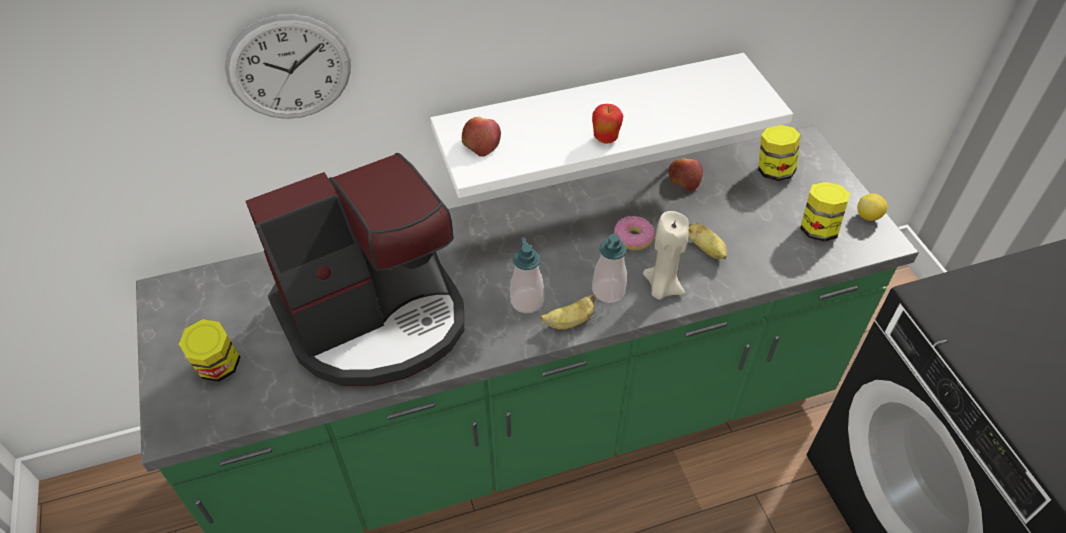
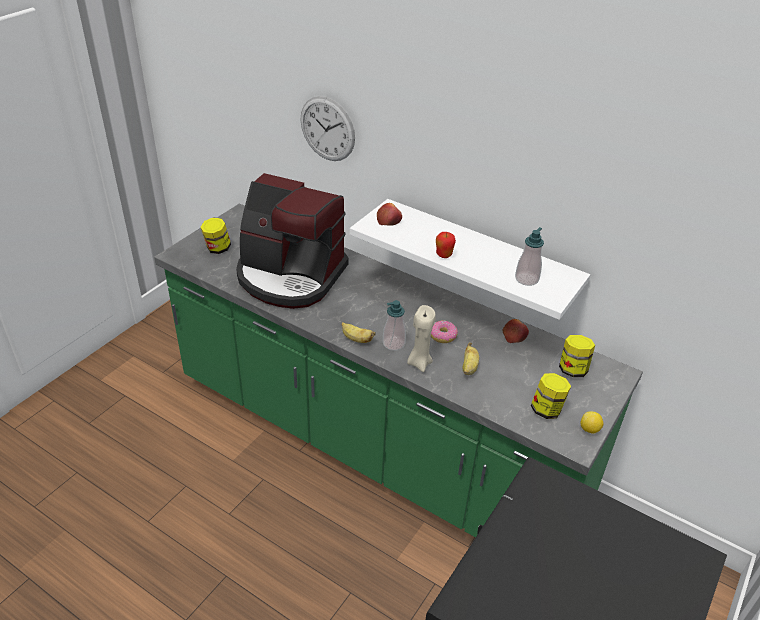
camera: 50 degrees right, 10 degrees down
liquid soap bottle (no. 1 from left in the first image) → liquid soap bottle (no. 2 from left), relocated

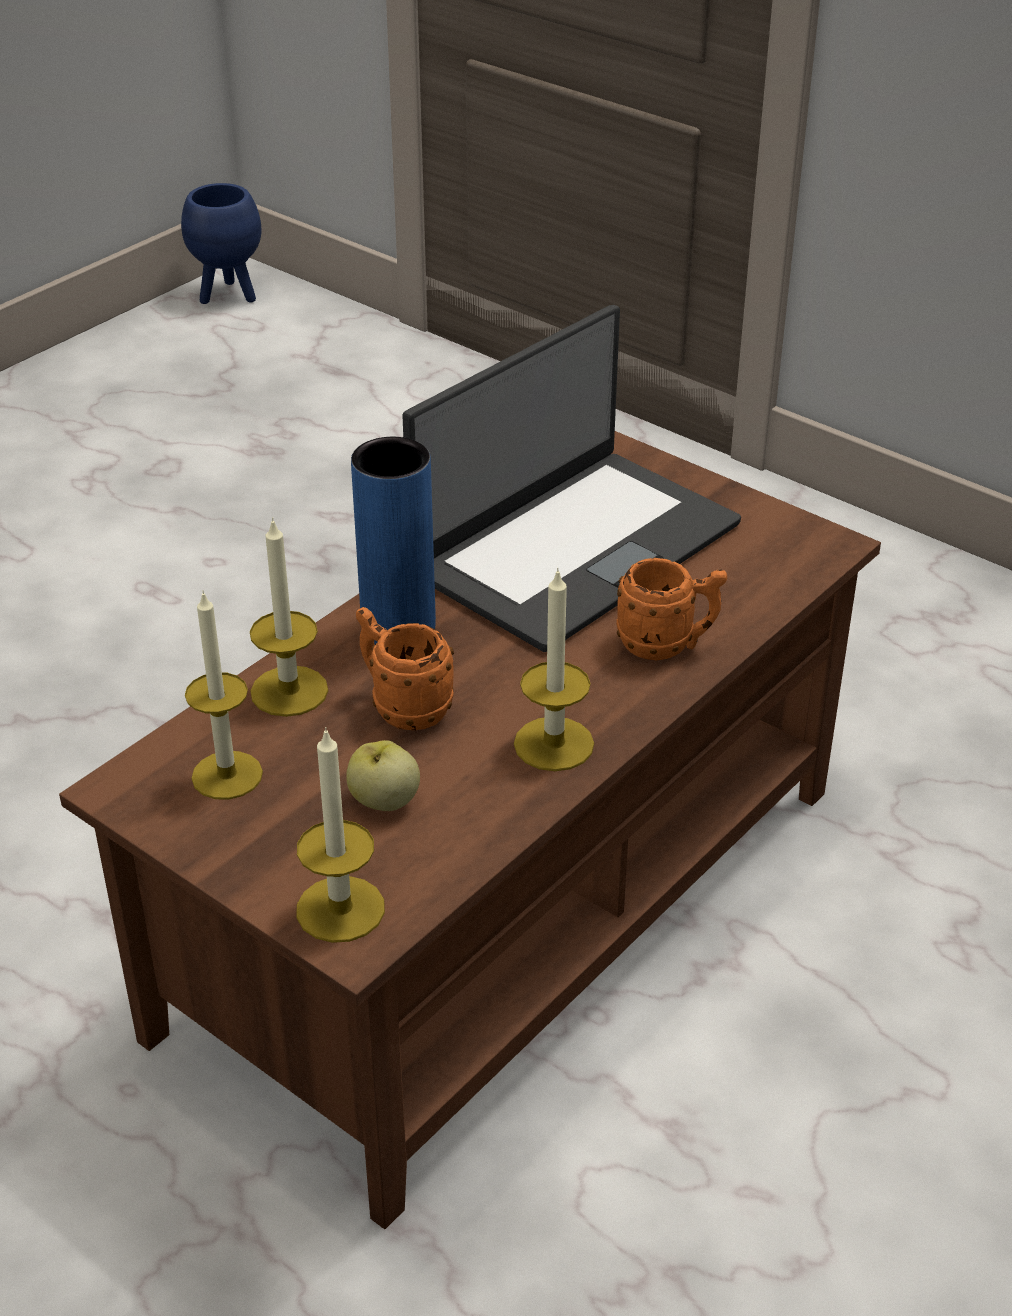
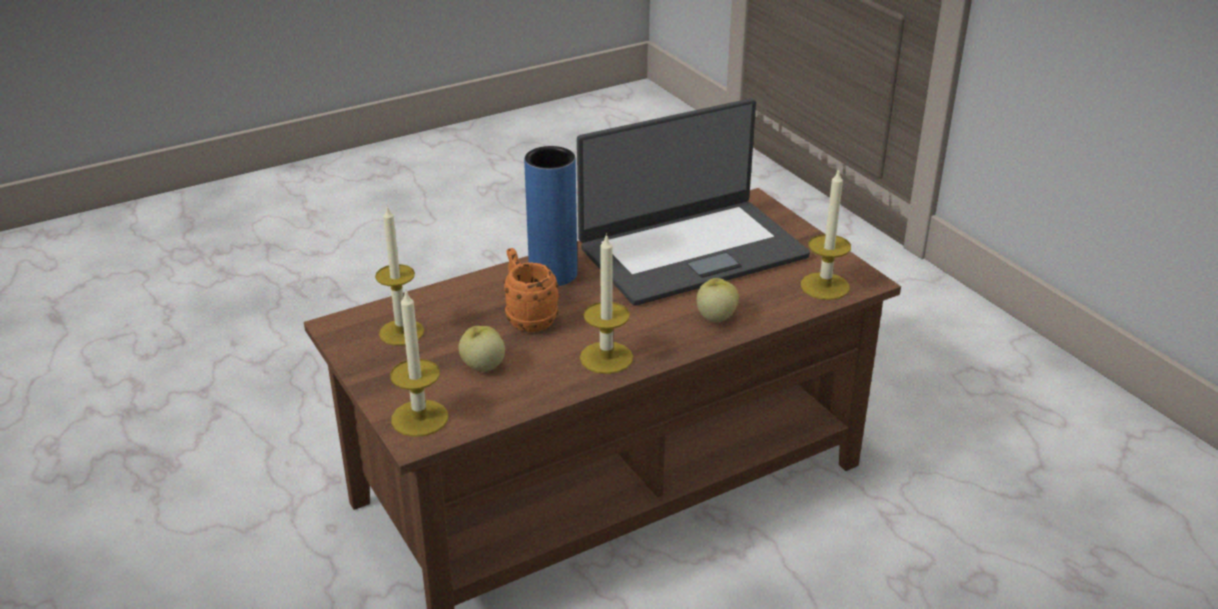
camera: 20 degrees right, 5 degrees down
blue plant pot → -
wax light (no. 2 from left in the first image) → wax light (no. 4 from left), relocated
orange coffee mug (no. 2 from left) → apple fruit (no. 2 from left)

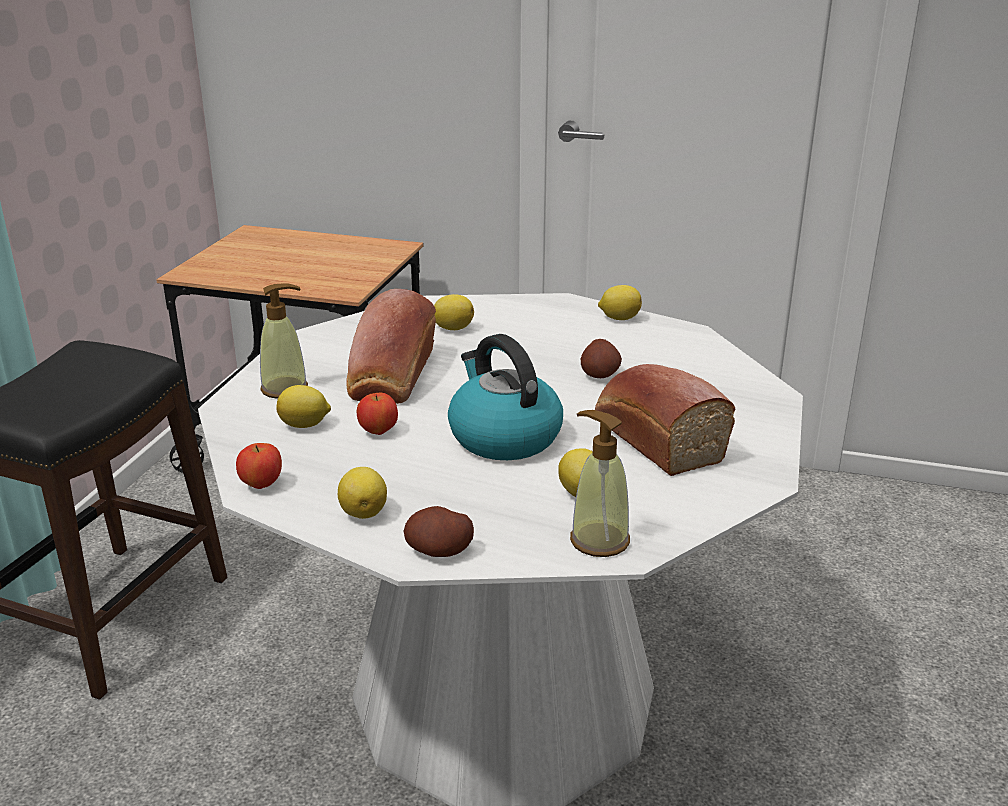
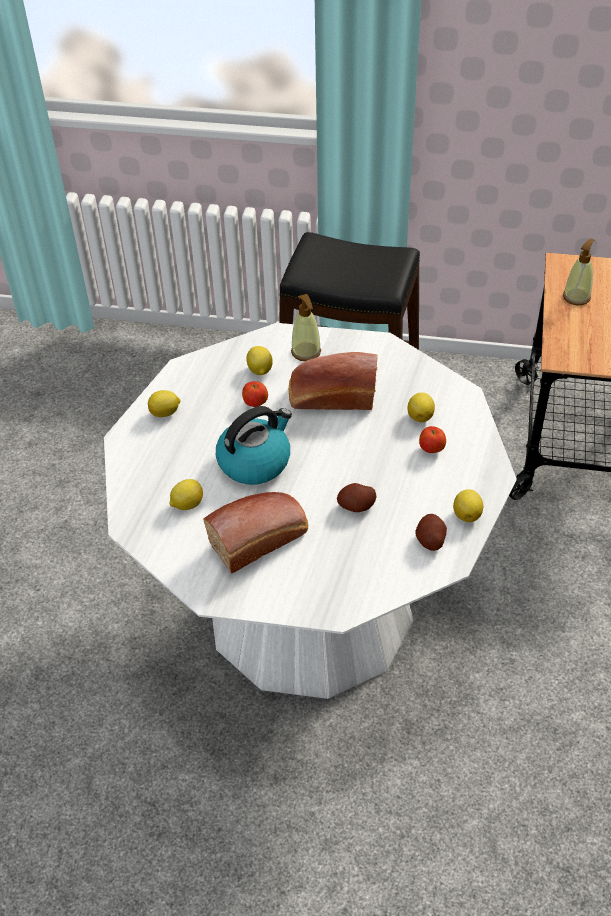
camera: 85 degrees right, 20 degrees up
apple fruit (no. 1 from left in the first image) → apple fruit (no. 2 from left), relocated
whole potato (no. 1 from left in the first image) → whole potato (no. 2 from left), relocated
liquid soap bottle (no. 2 from left), relocated

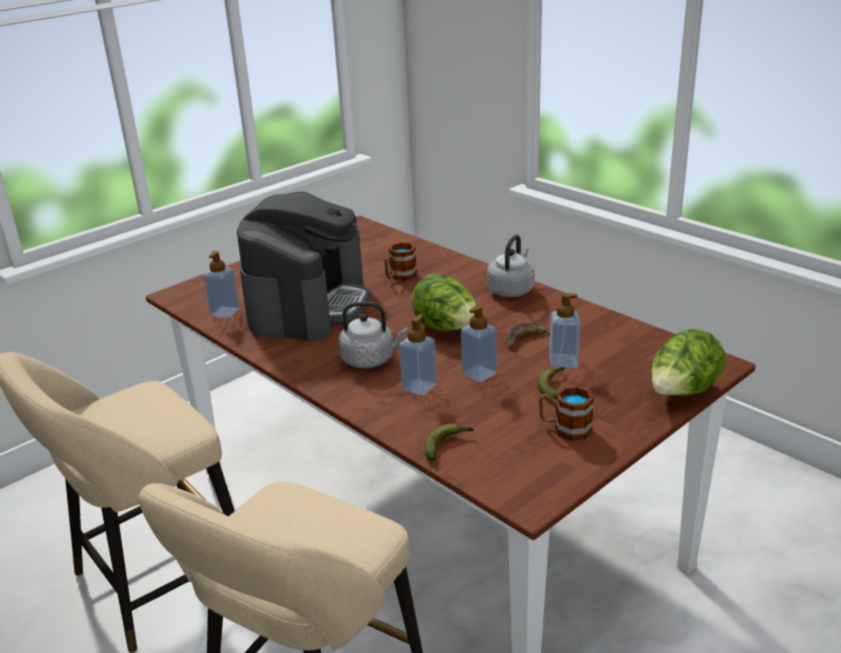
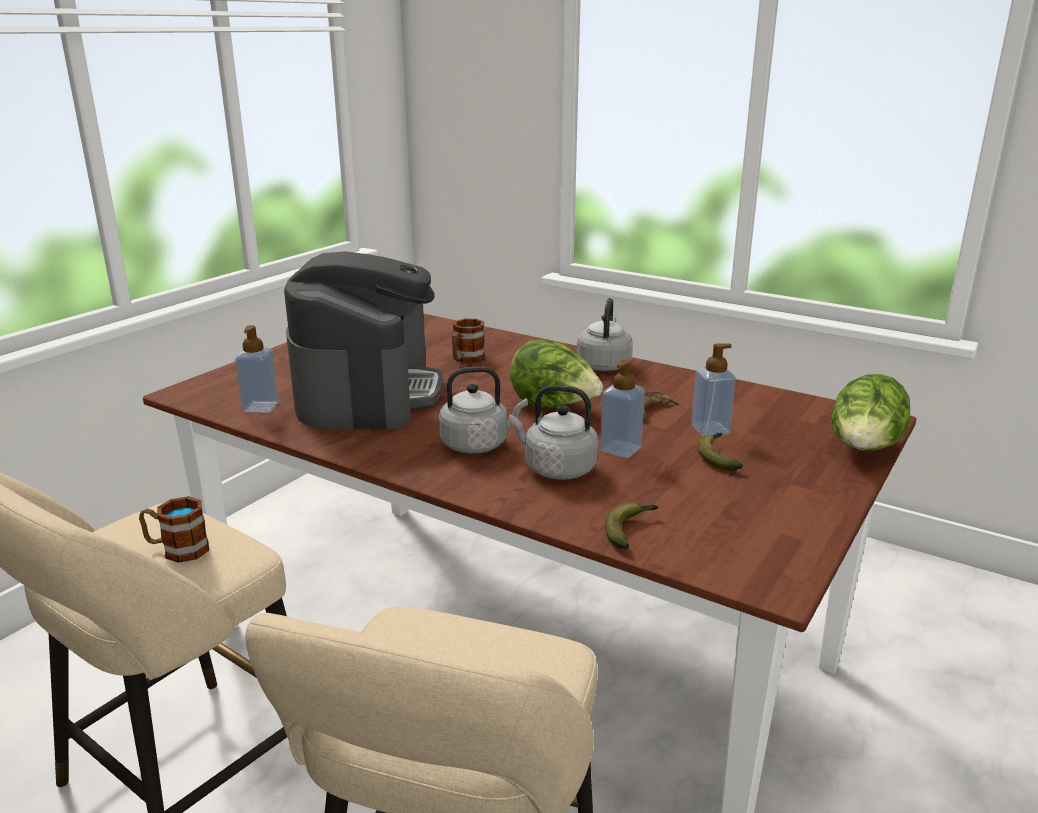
camera: 15 degrees left, 5 degrees down
coffee mug (no. 2 from left in the first image) → coffee mug (no. 1 from left), relocated
liquid soap bottle (no. 2 from left) → grey tea kettle (no. 2 from left)

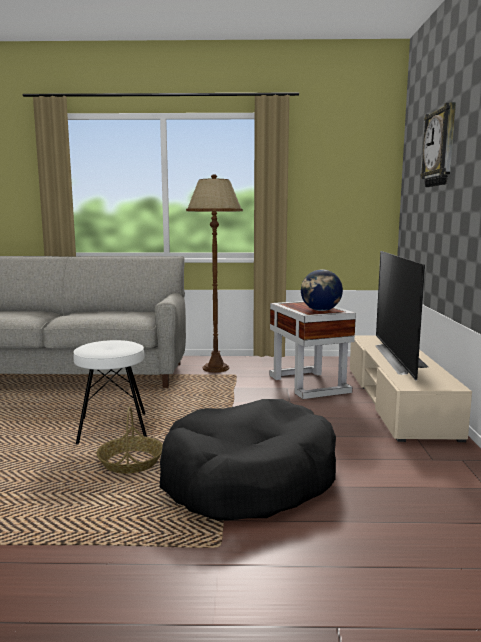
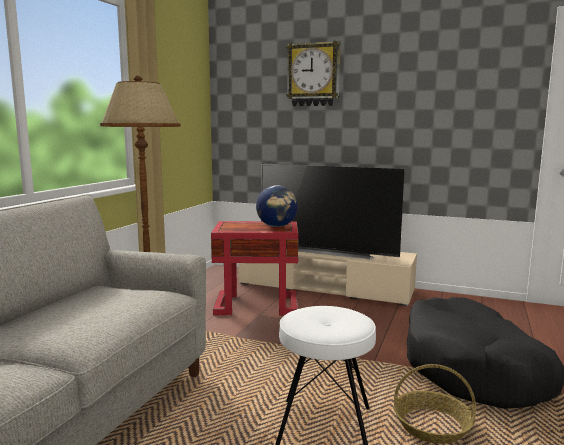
camera: 70 degrees left, 0 degrees up
white accent table → reddish accent table

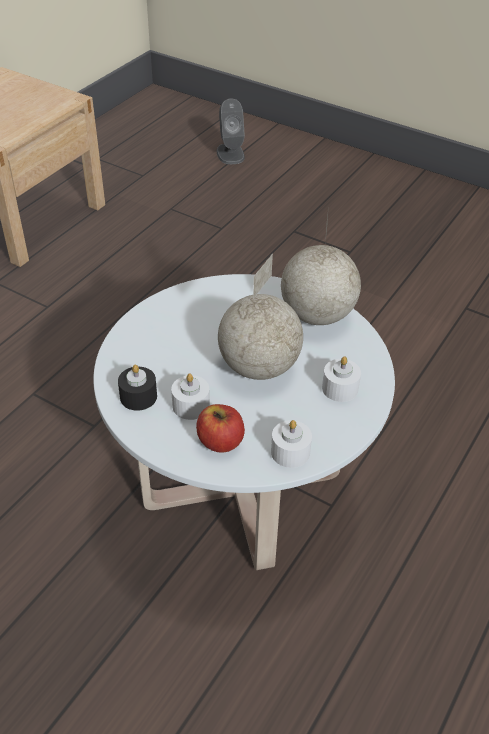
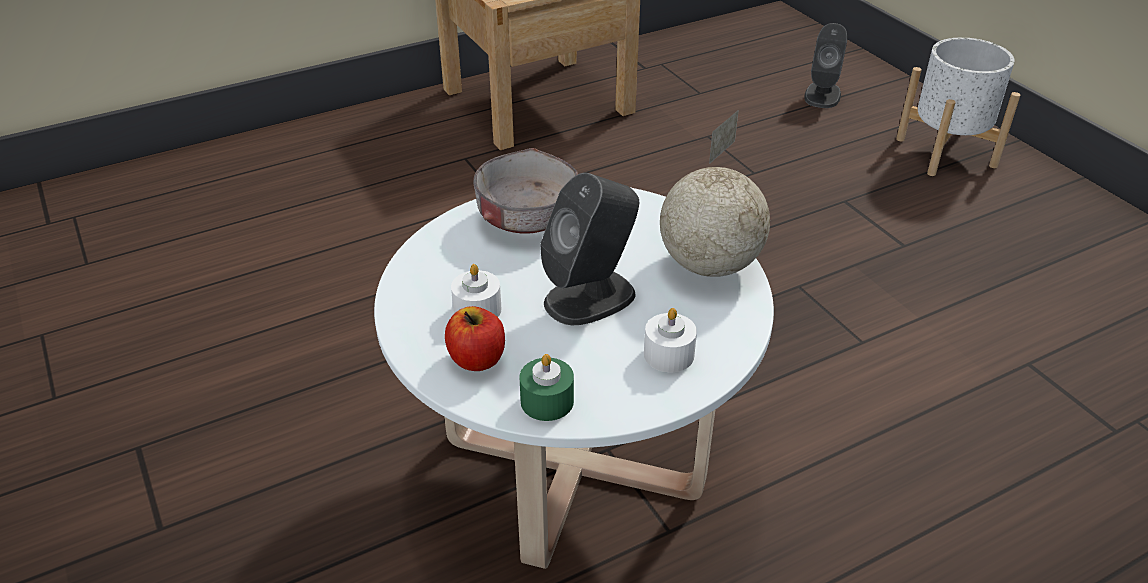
camera: 30 degrees right, 5 degrees down
blackish wax light → -
- → grey bowl
- → white plant pot
globe (no. 1 from left) → grey loudspeaker (no. 1 from left)
white wax light (no. 2 from left) → greenish wax light

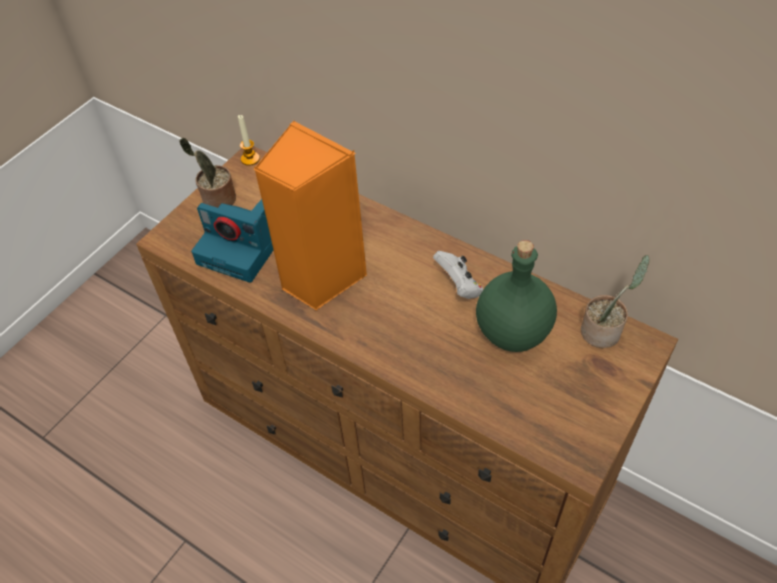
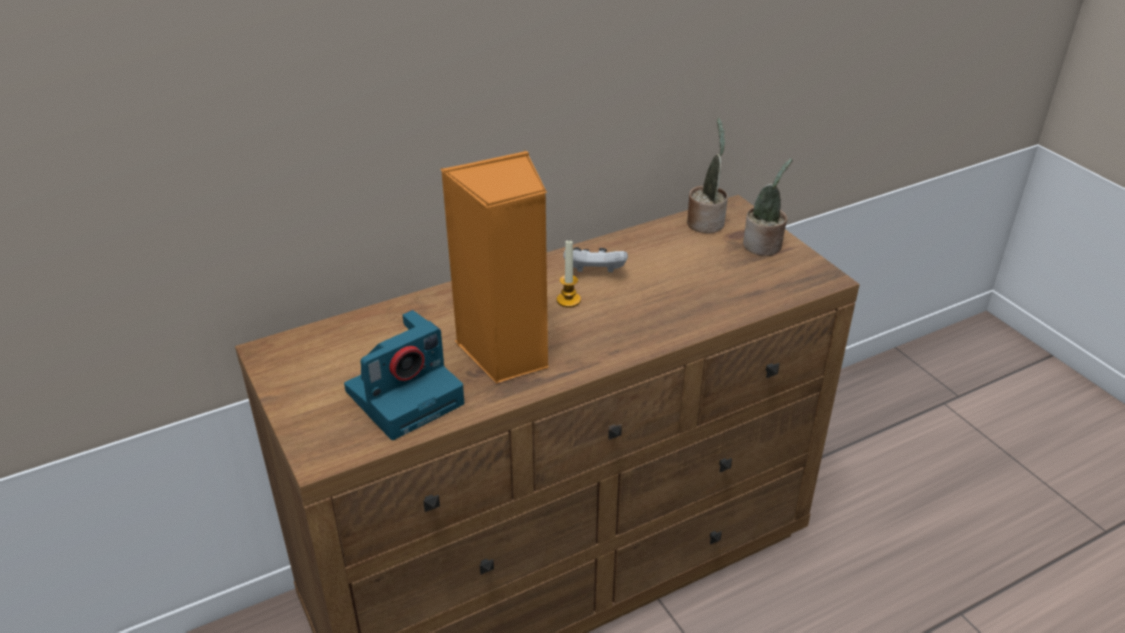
camera: 65 degrees left, 15 degrees down
greenish bottle → -
plant in a pot (no. 1 from left in the first image) → plant in a pot (no. 2 from left), relocated
wax light, relocated

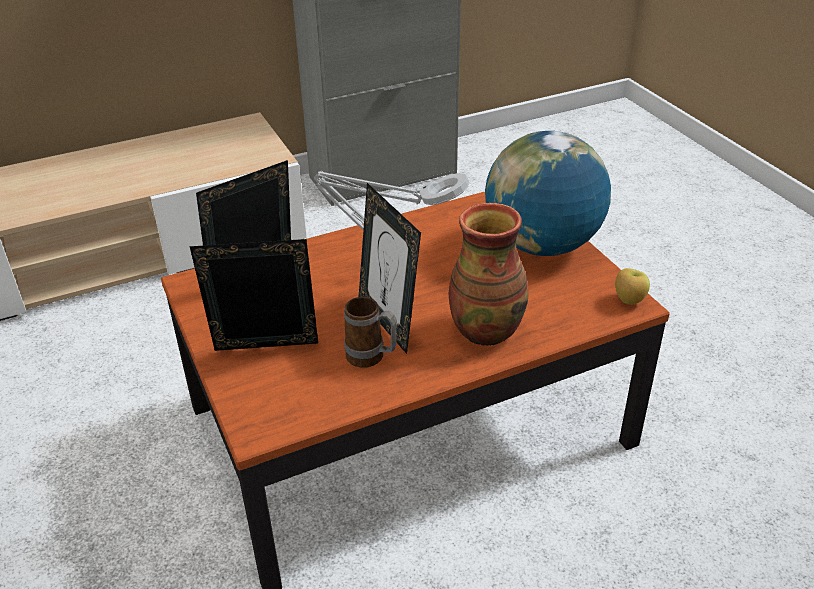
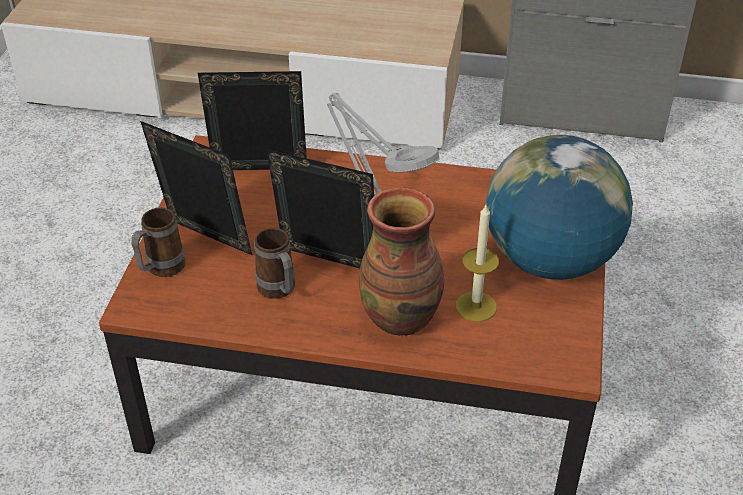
camera: 35 degrees right, 5 degrees up
apple fruit → -
- → coffee mug (no. 1 from left)
- → wax light
photo frame (no. 3 from left), 105 degrees clockwise

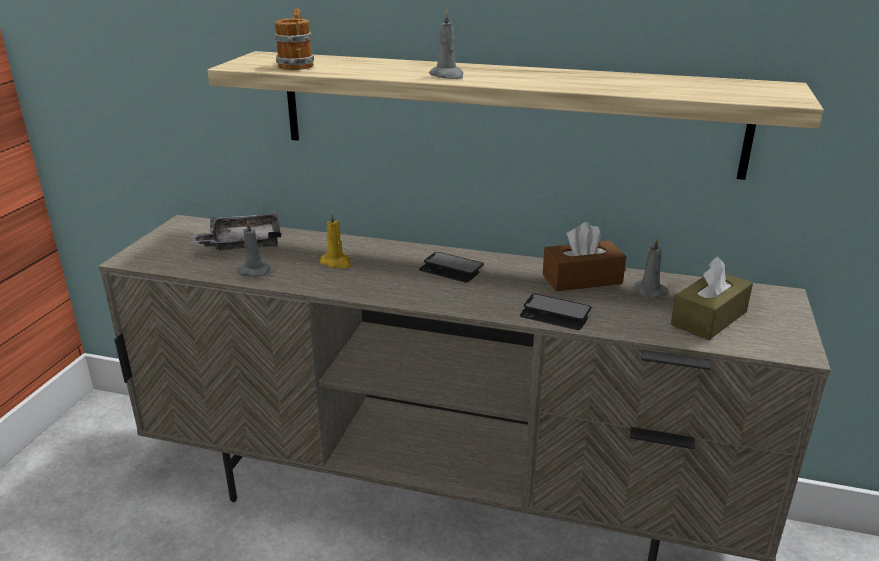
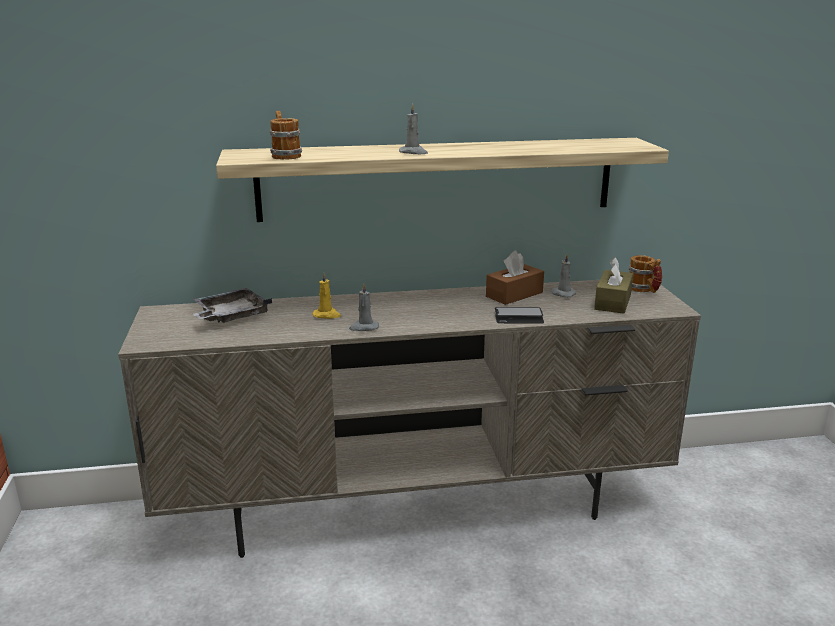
camera: 25 degrees left, 5 degrees down
handset (no. 1 from left) → -
- → coffee mug (no. 2 from left)
grey wax light (no. 1 from left), relocated

